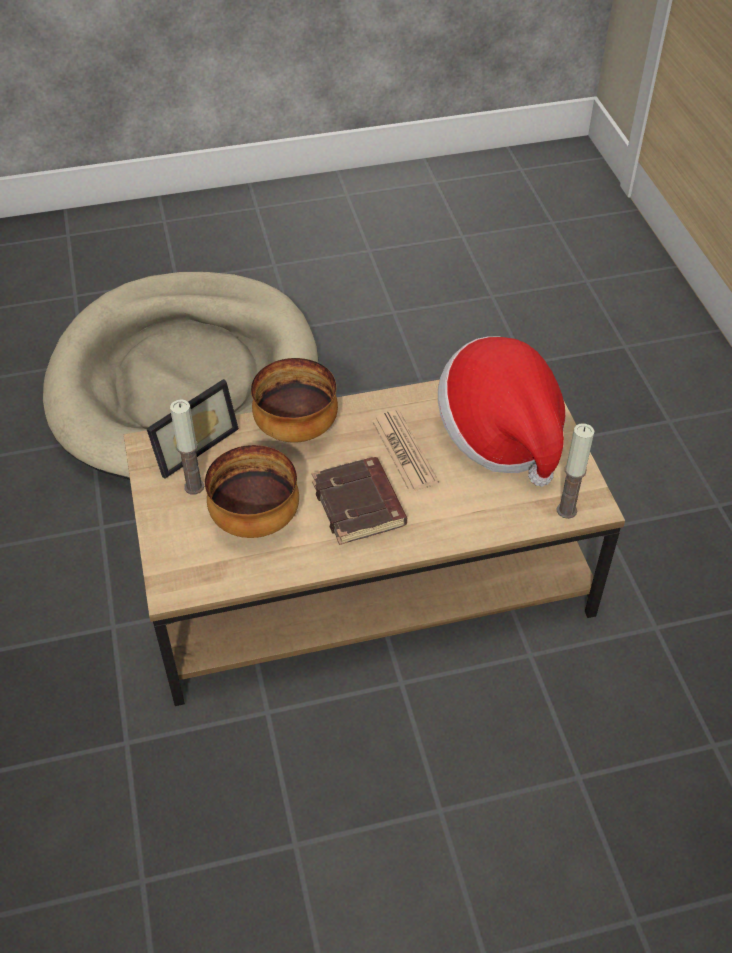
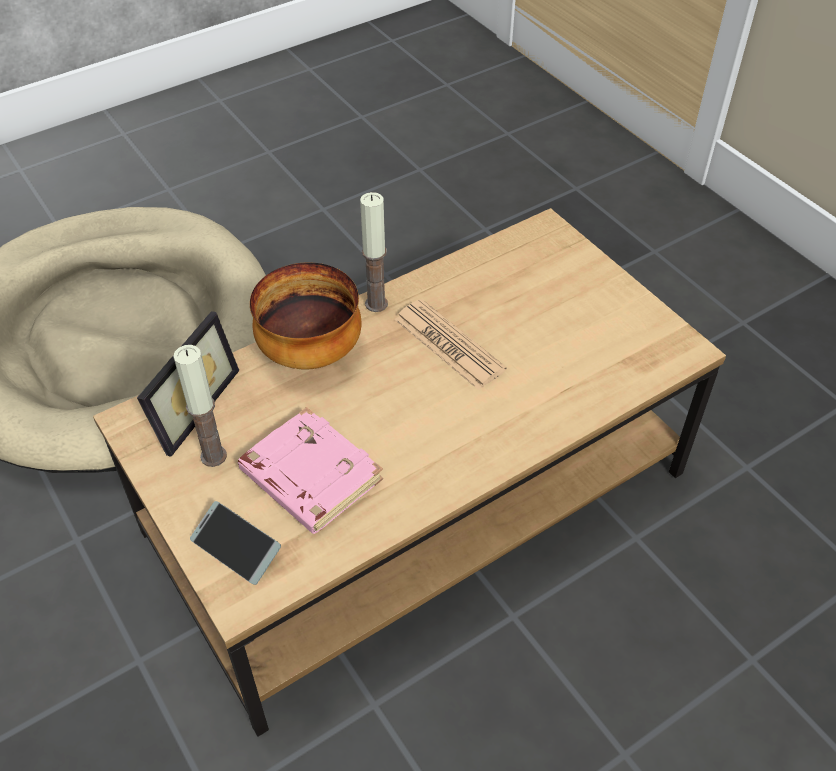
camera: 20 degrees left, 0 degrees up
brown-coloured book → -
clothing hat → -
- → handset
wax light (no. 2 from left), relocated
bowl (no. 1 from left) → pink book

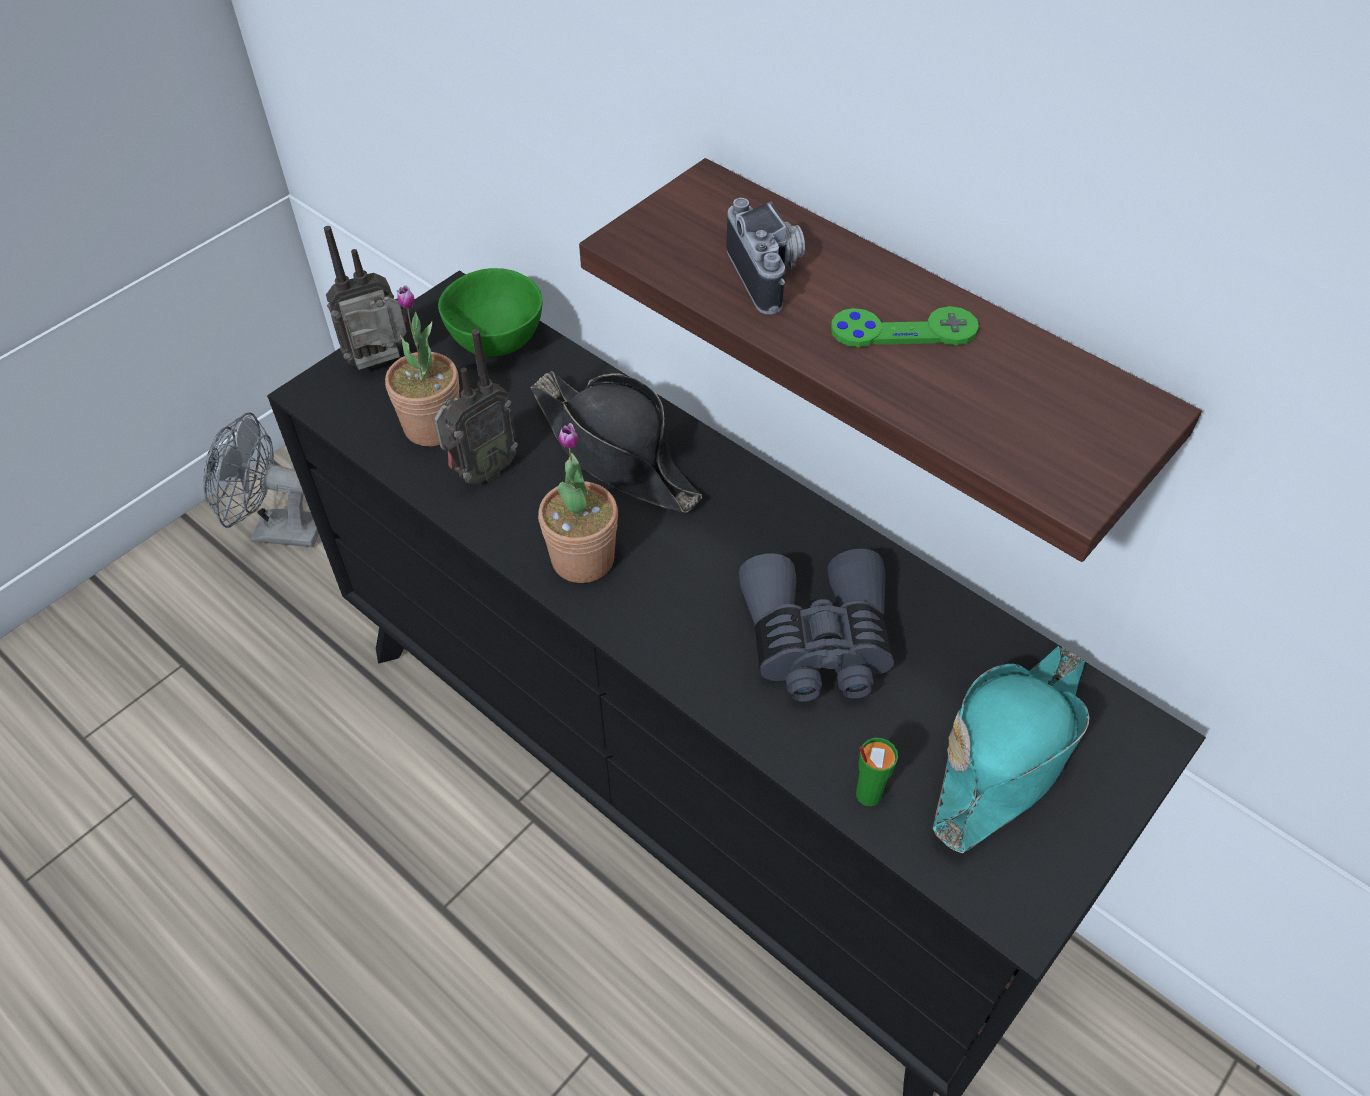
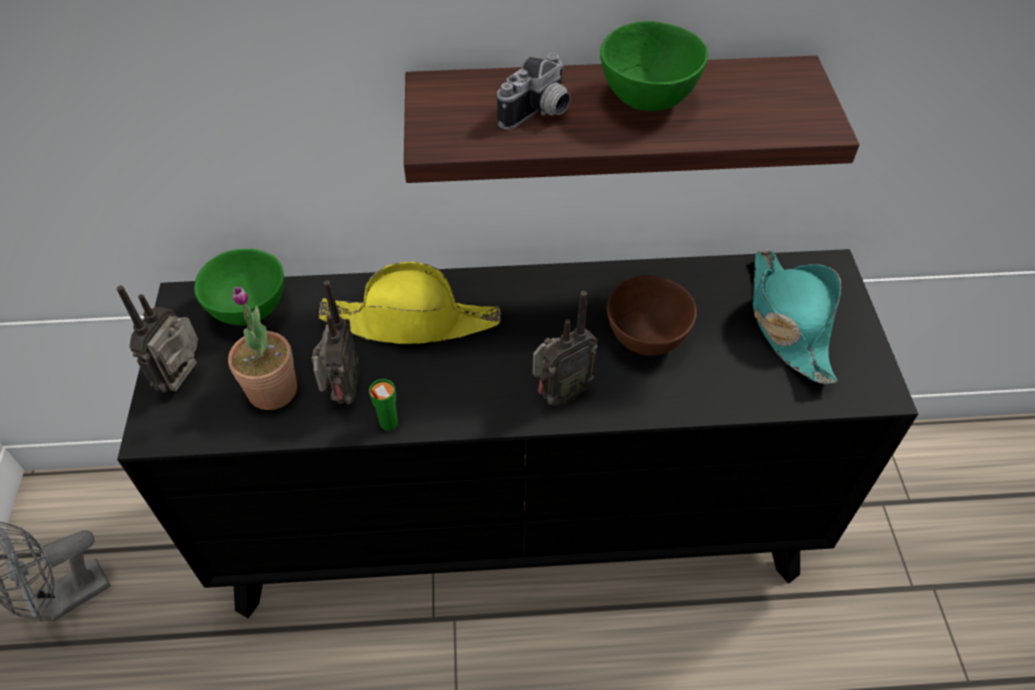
camera: 45 degrees left, 0 degrees up
plant in a pot (no. 2 from left) → -
- → radio set (no. 3 from left)
greenish drinking cup, relocated
grey pair of binoculars → brown-coloured bowl
greenish joypad → greenish bowl (no. 2 from left)
blackish clothing hat → yellowish clothing hat
photo camera, 105 degrees clockwise

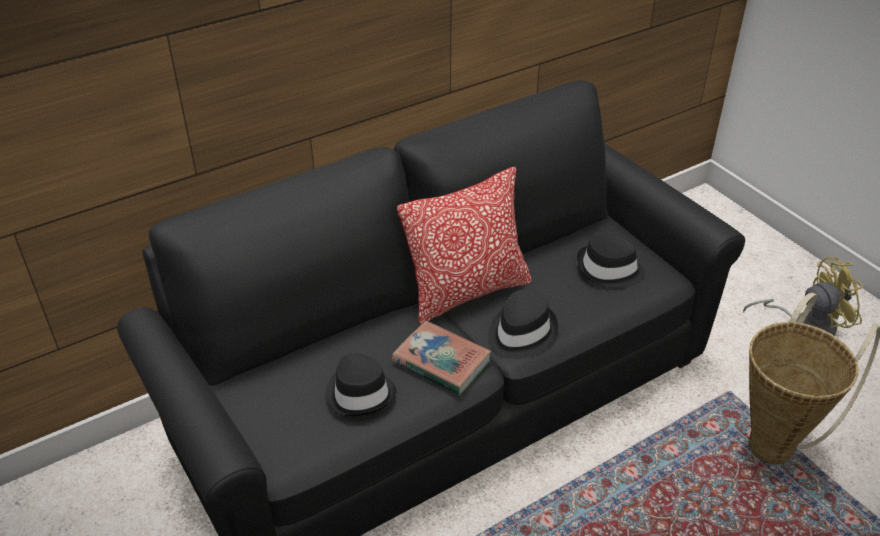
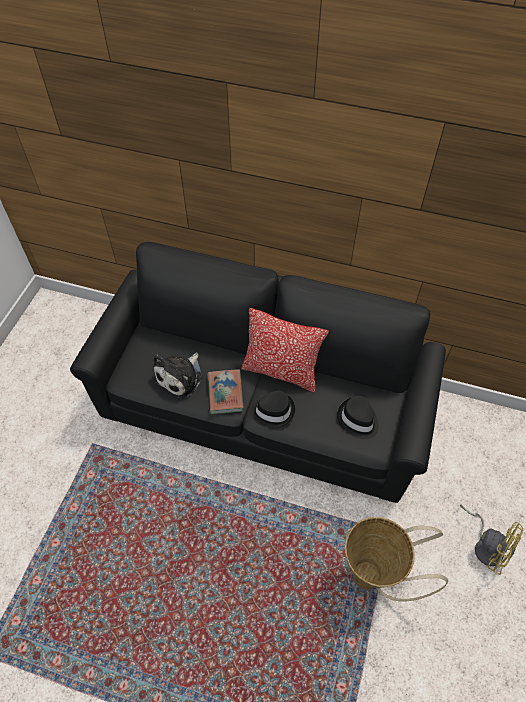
camera: 50 degrees right, 15 degrees up
blackish clothing hat (no. 1 from left) → soft toy

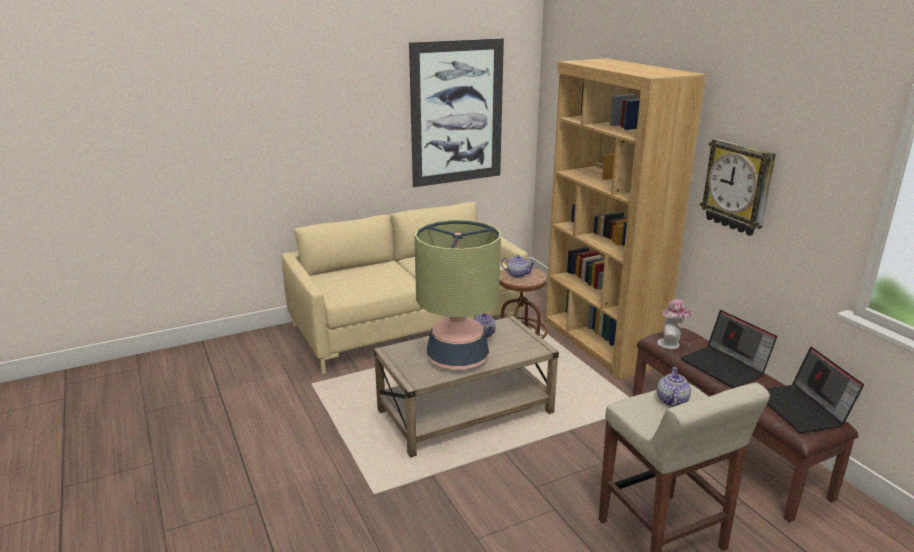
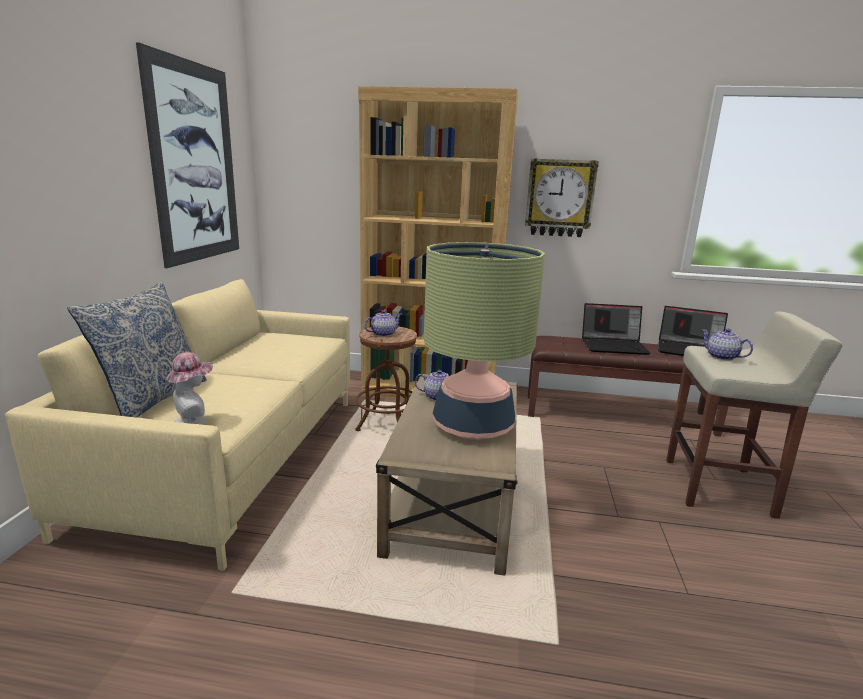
camera: 55 degrees left, 5 degrees down
- → cushion
clothing hat, relocated

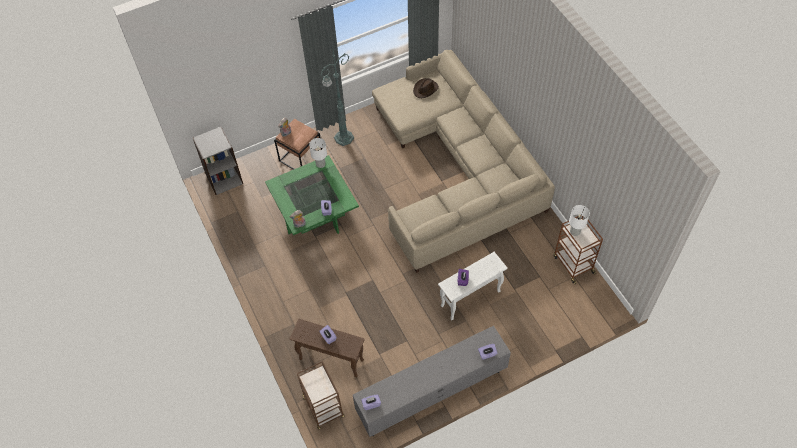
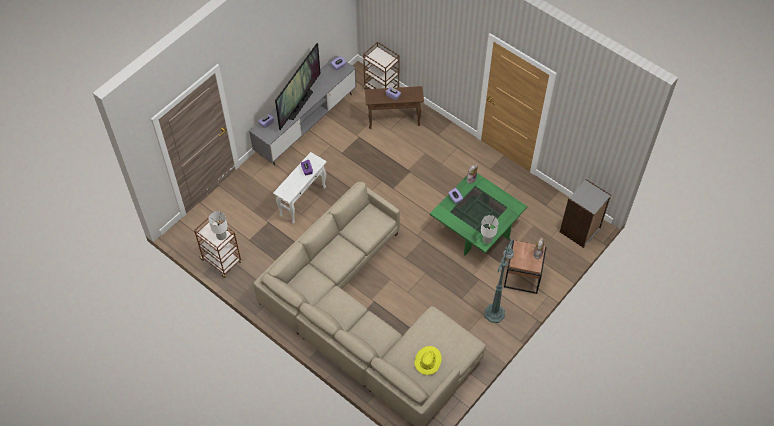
camera: 155 degrees right, 0 degrees up
- → TV set
brown-coloured clothing hat → yellowish clothing hat

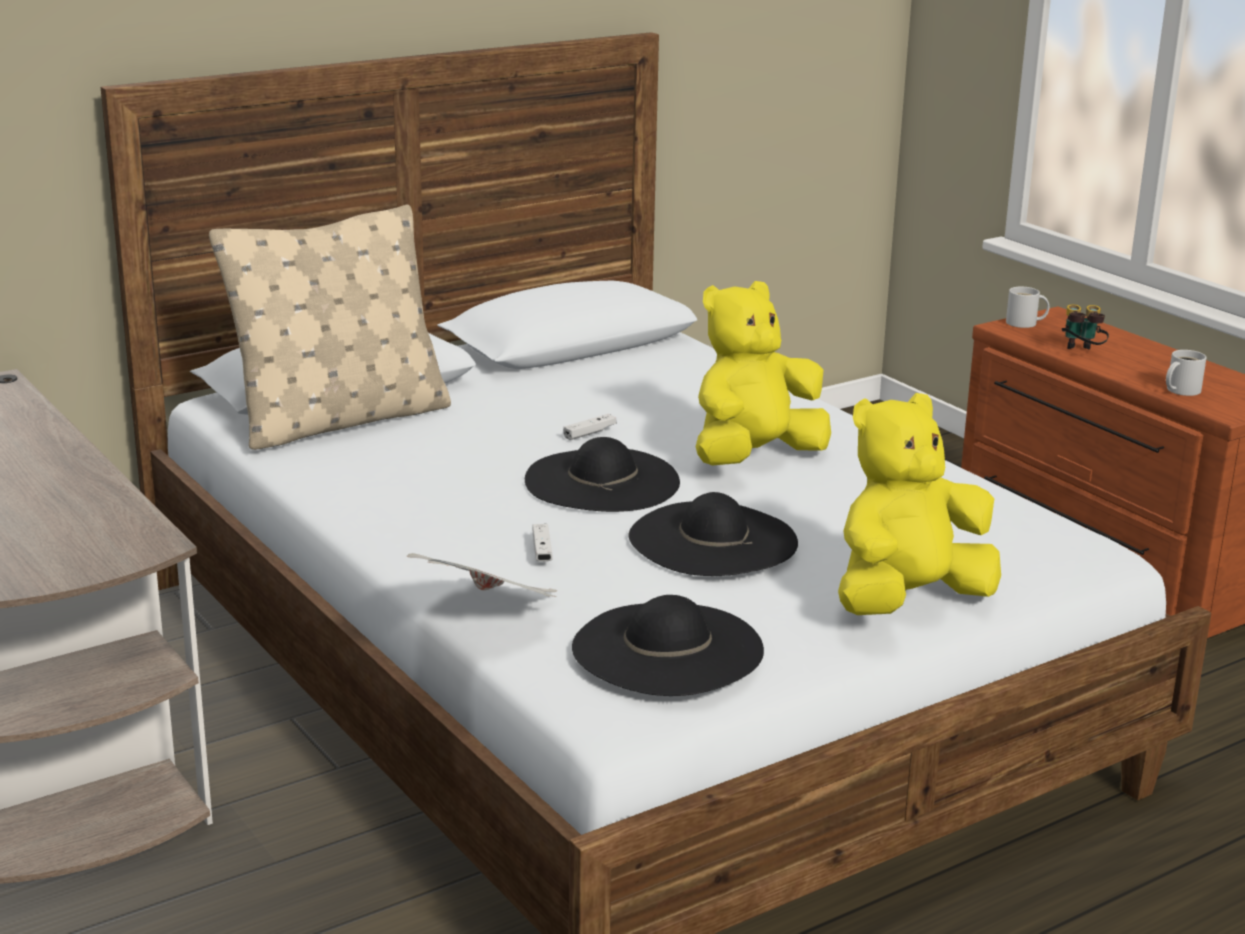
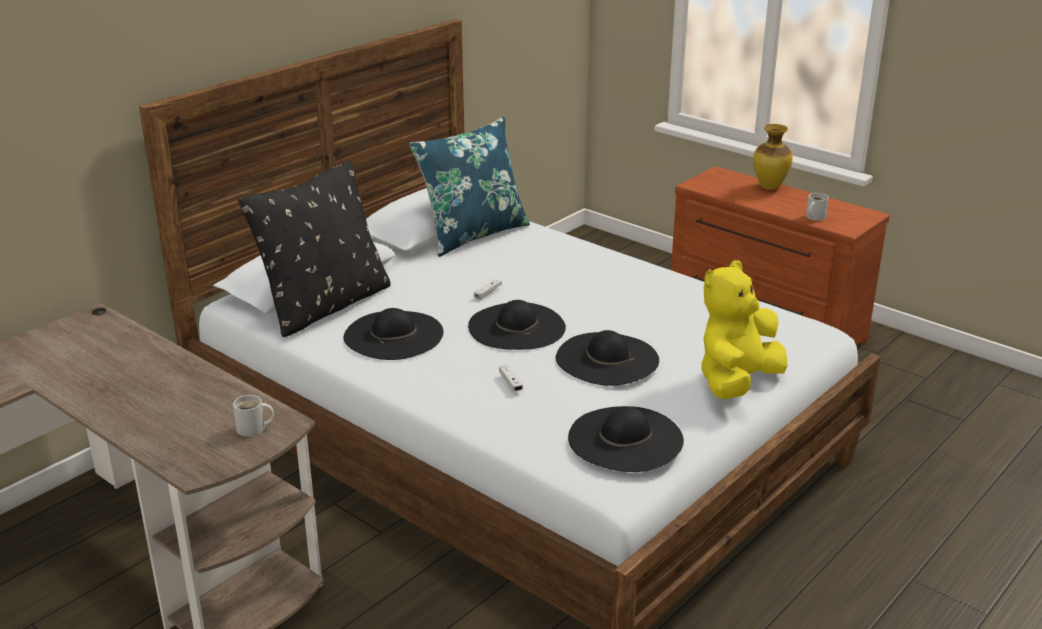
camera: 15 degrees left, 5 degrees up
daily paper → -
yellowish soft toy (no. 1 from left) → -
pair of binoculars → -
- → blackish clothing hat (no. 1 from left)
- → blue cushion
- → vase
white coffee mug (no. 1 from left), relocated
sand-coloured cushion → blackish cushion

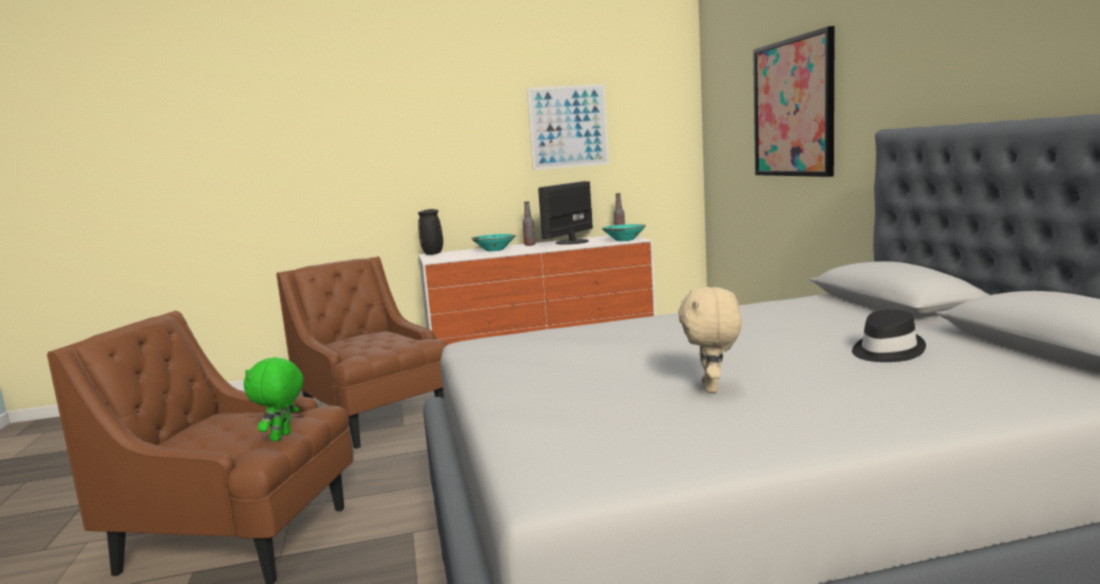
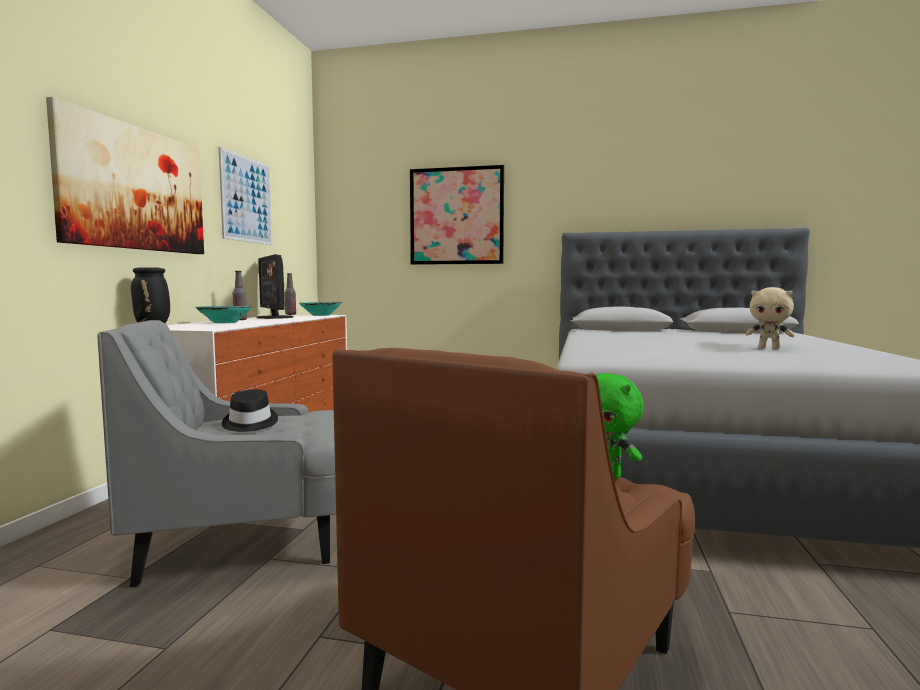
camera: 65 degrees left, 5 degrees down
- → wall art (no. 1 from left)
blackish clothing hat, relocated
brown-coloured lounge chair (no. 2 from left) → grey lounge chair

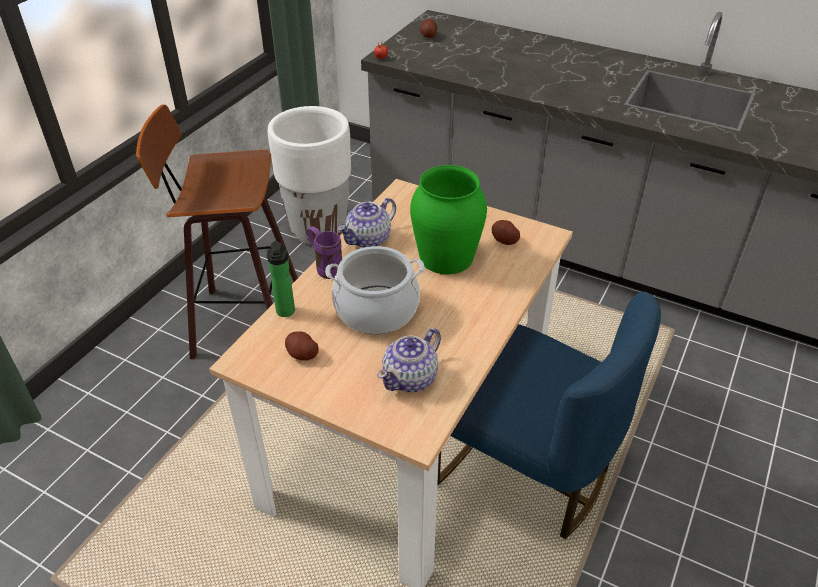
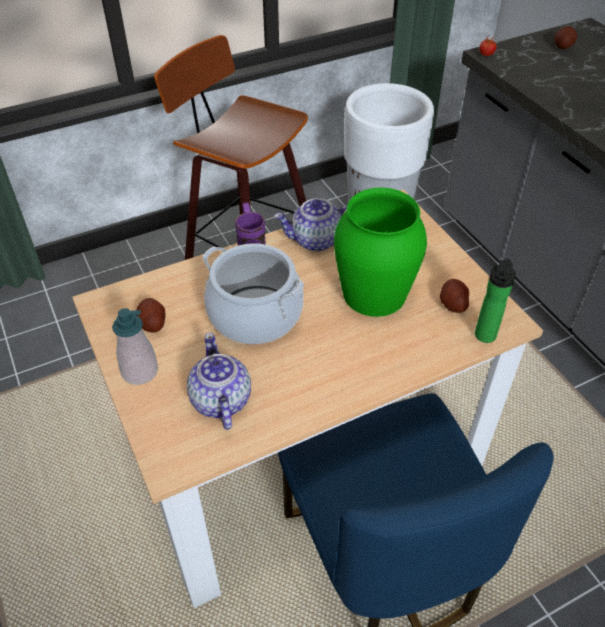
camera: 35 degrees right, 5 degrees up
- → liquid soap bottle
bottle, relocated
tea pot (no. 2 from left in the first image) → tea pot (no. 1 from left), 90 degrees clockwise

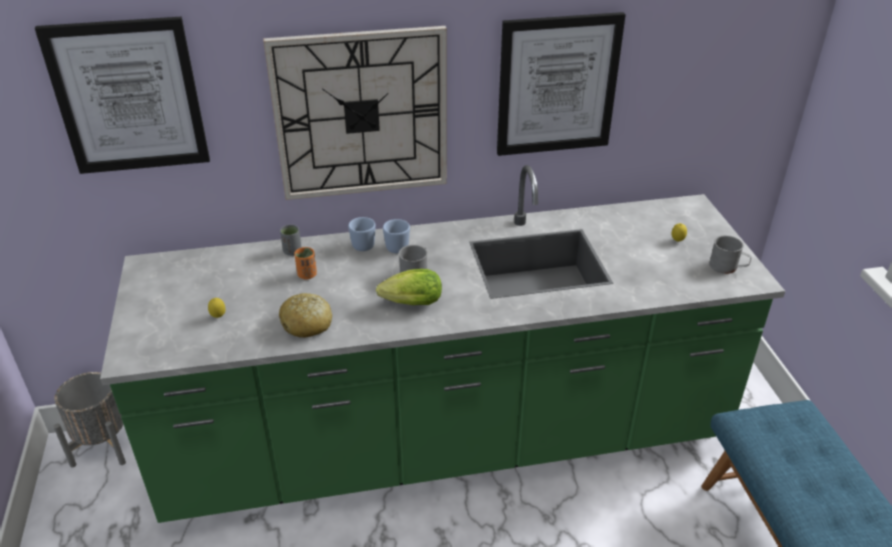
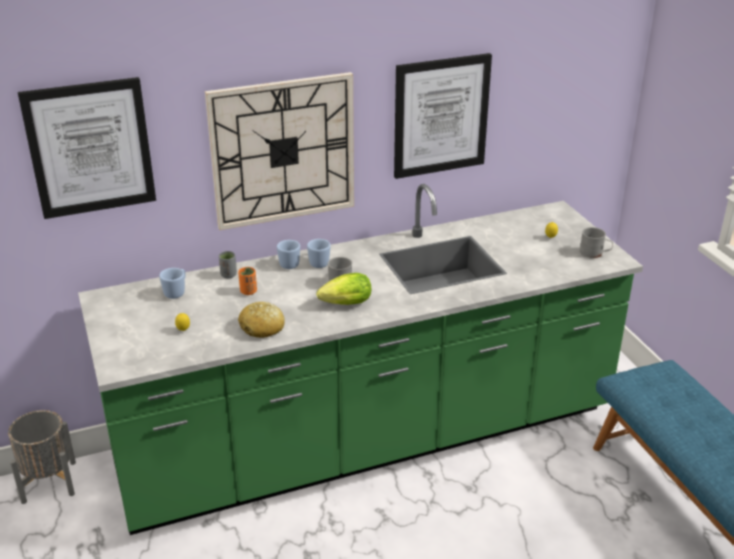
camera: 10 degrees left, 5 degrees down
- → blue coffee mug (no. 1 from left)

